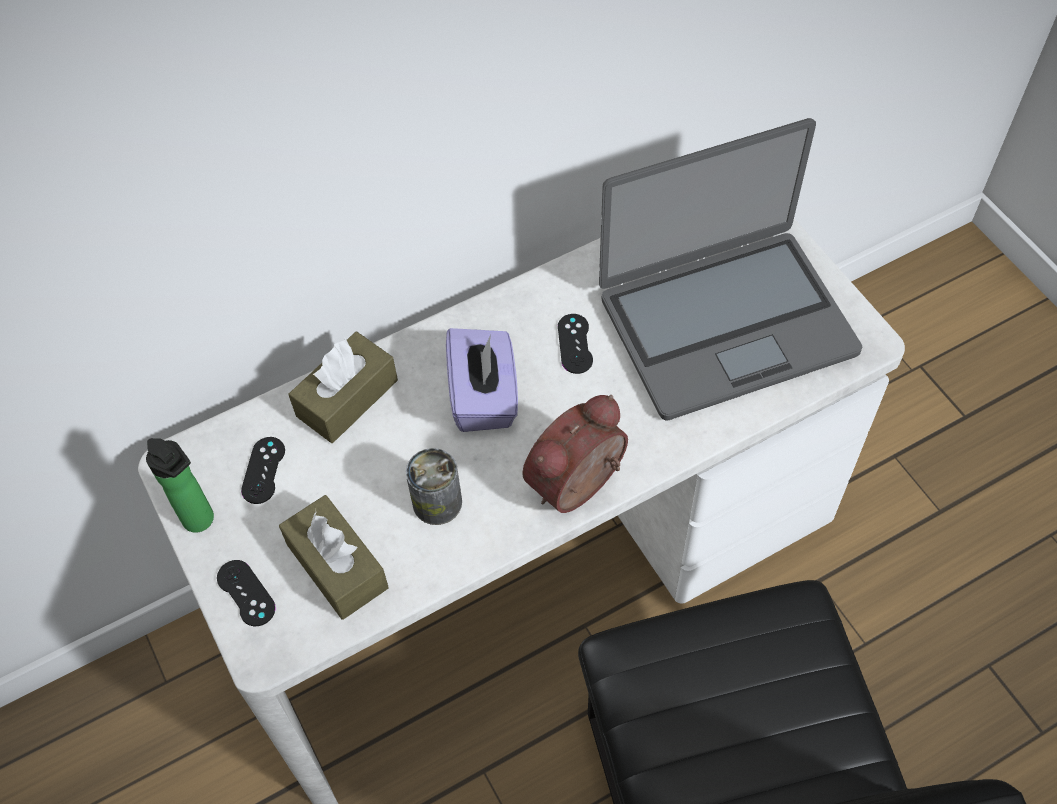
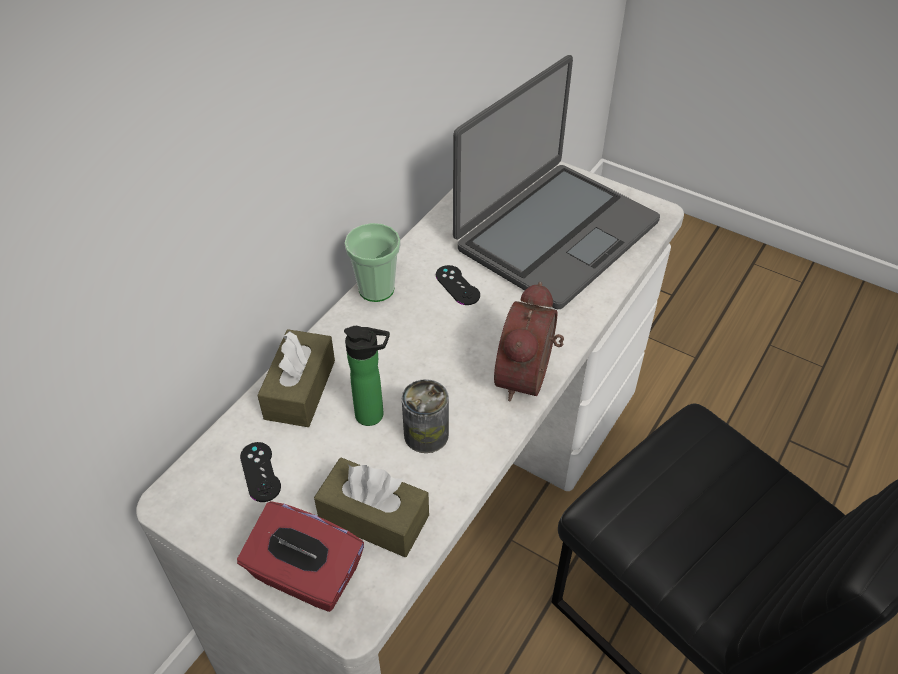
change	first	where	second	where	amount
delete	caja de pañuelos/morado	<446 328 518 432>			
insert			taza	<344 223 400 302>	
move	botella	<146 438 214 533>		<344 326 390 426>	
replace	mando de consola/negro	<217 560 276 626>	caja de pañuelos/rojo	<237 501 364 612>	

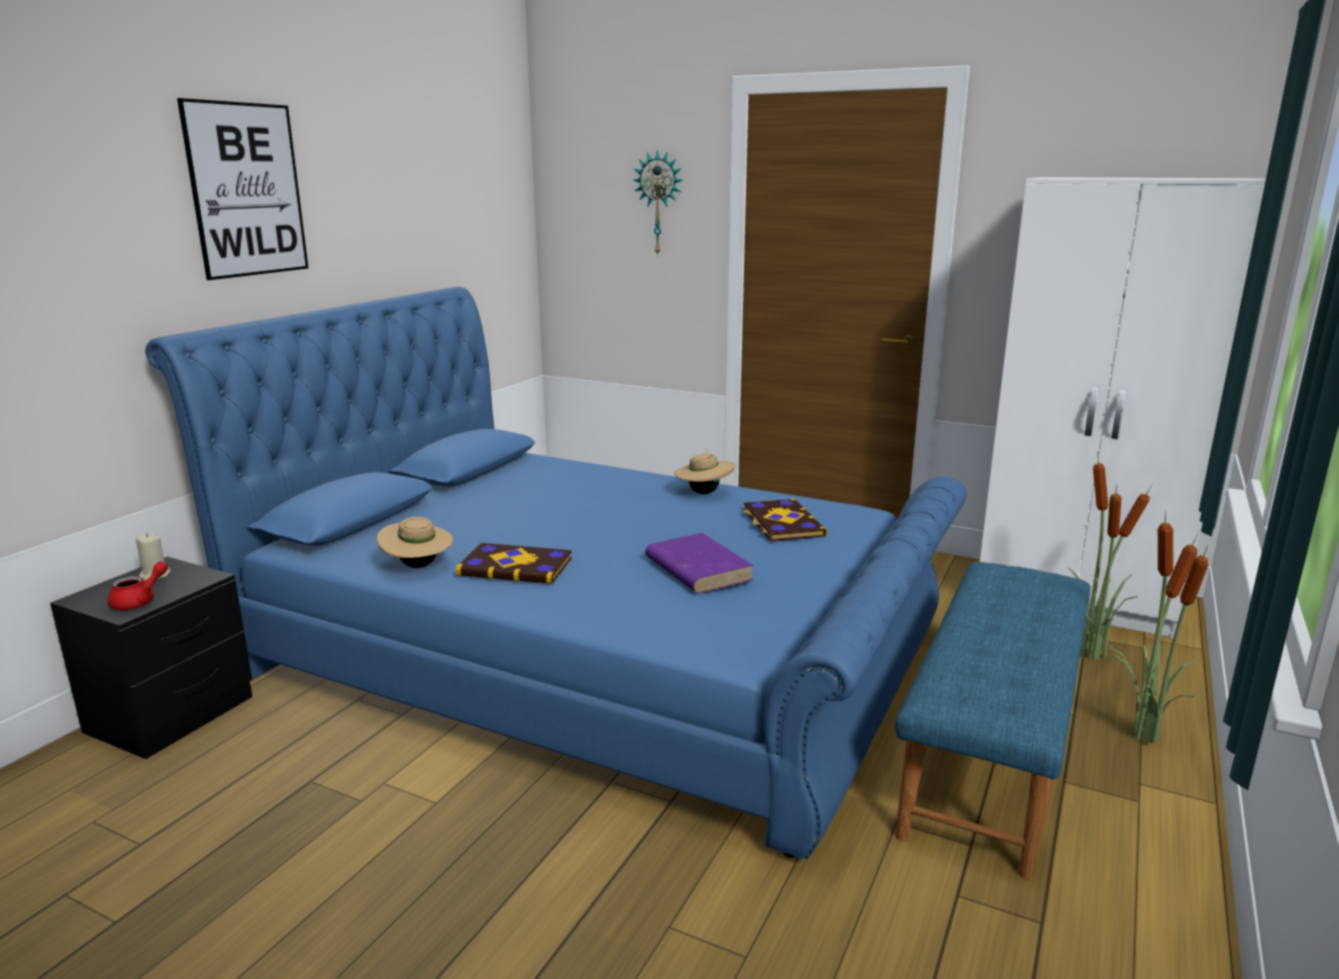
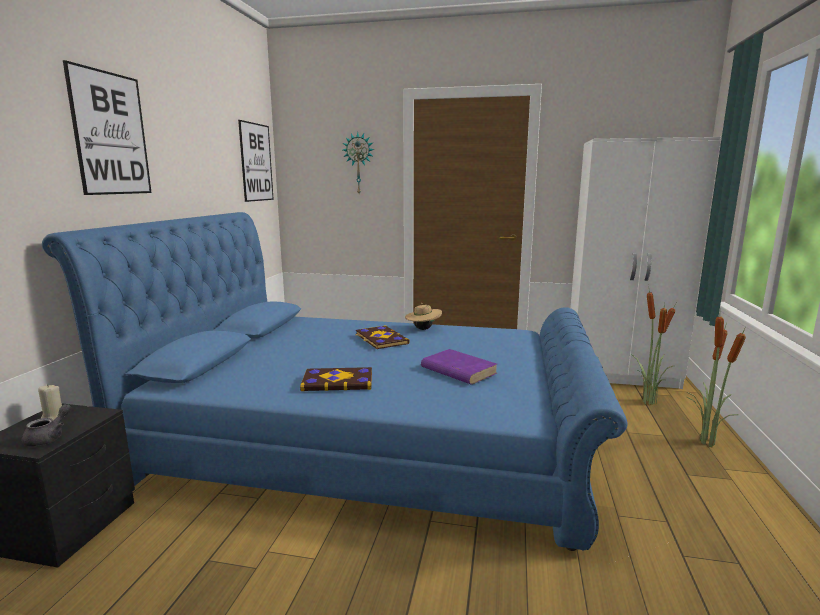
change	first	where	second	where	amount
delete	sombrero/beis	<377 517 453 568>			
delete	banco/azul	<895 562 1091 880>			
insert			cuadro	<238 120 274 202>	
move	libro	<742 498 827 541>		<355 325 410 349>	
recolor	tetera/rojo	<108 561 168 610>	tetera/gris	<22 404 71 446>	

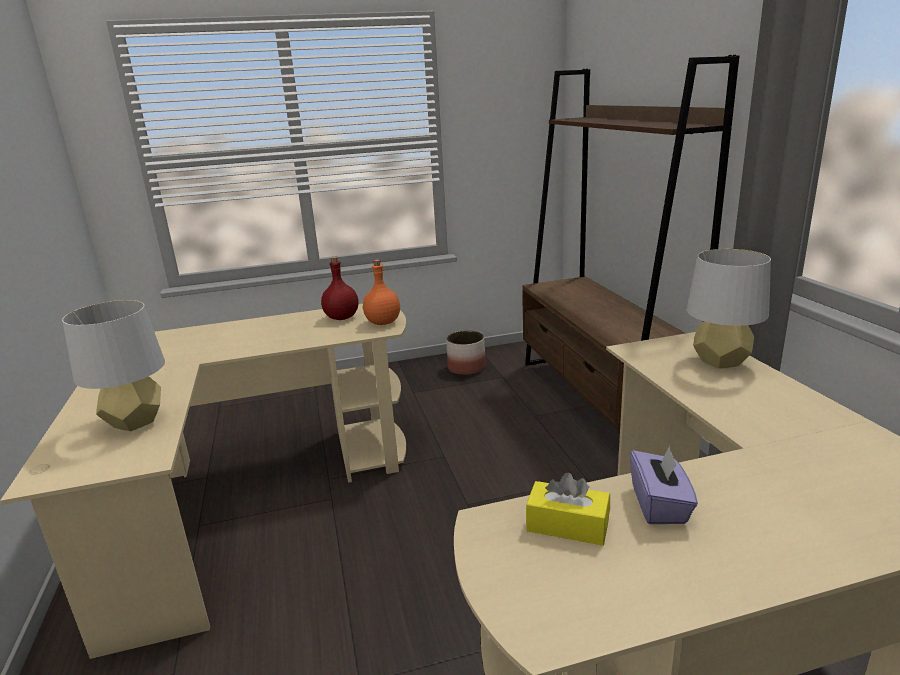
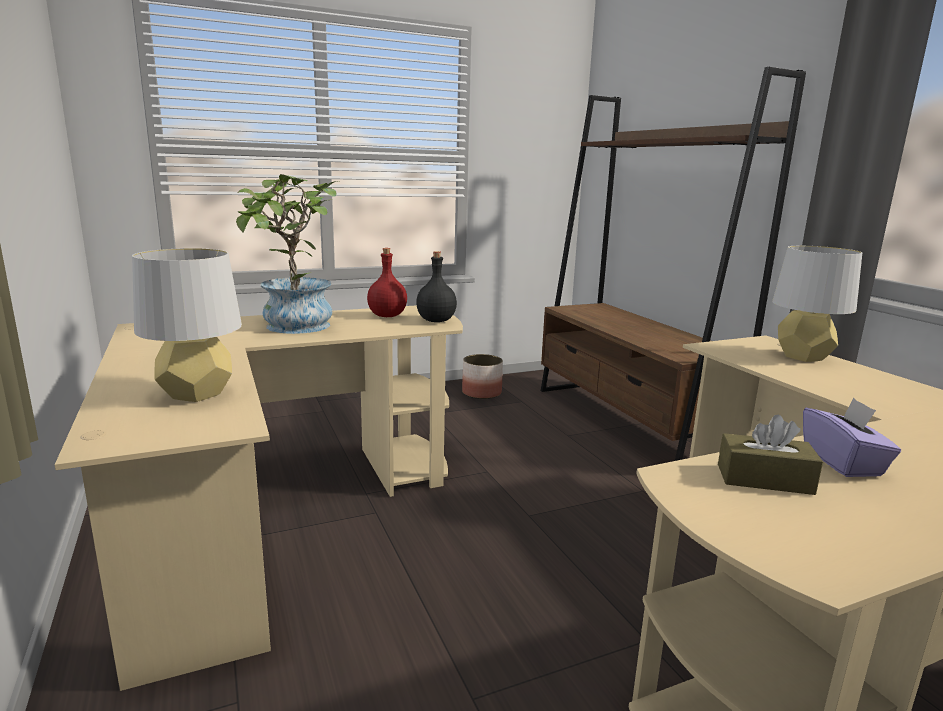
change	first	where	second	where	amount
insert			planta en maceta	<236 174 340 334>	
recolor	botella/naranja	<363 259 400 325>	botella/negro	<416 251 457 322>	
recolor	caja de pañuelos/amarillo	<526 472 610 546>	caja de pañuelos/marrón	<718 415 823 495>	

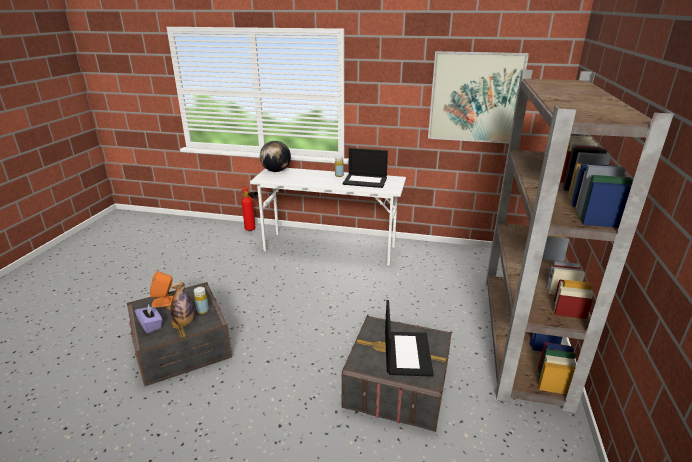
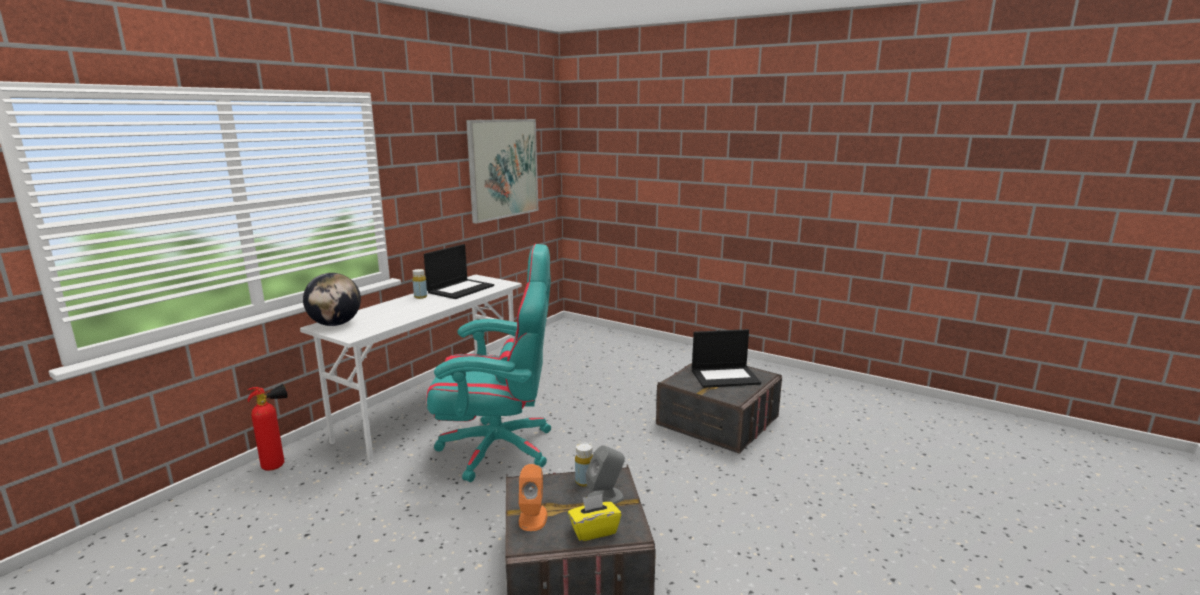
change	first	where	second	where	amount
delete	estantería/marrón	<486 70 674 413>			
insert			silla de oficina/turquesa	<426 244 551 482>	
replace	botella	<171 282 196 326>	altavoz/gris	<586 445 625 504>	
recolor	caja de pañuelos/morado	<135 304 162 334>	caja de pañuelos/amarillo	<568 494 621 541>	
rotate	portátil	<385 300 434 377>		<692 329 761 388>	150 degrees clockwise

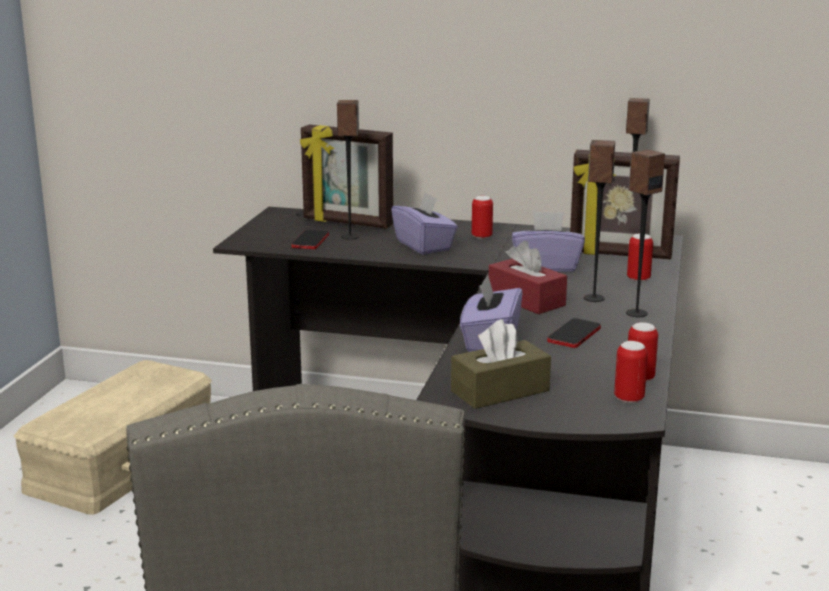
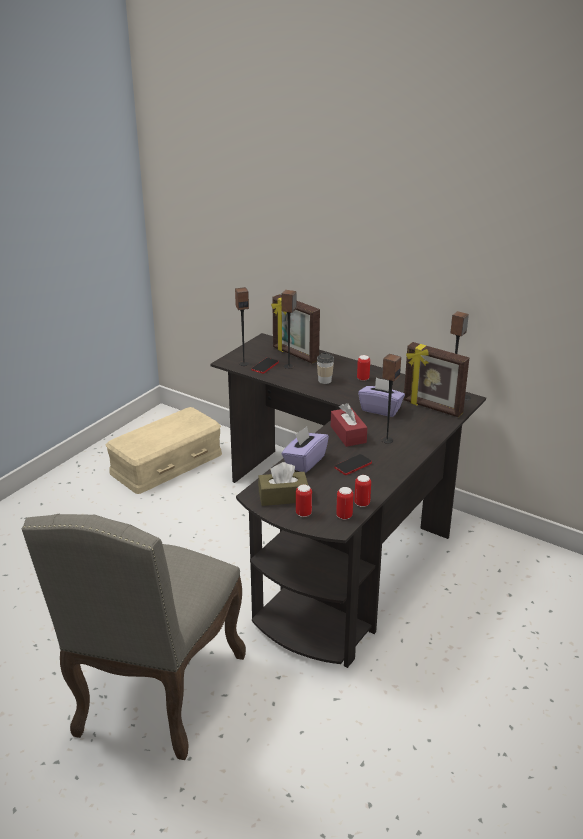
change	first	where	second	where	amount
move	altavoz	<626 149 665 317>		<235 287 249 366>	
move	lata	<627 234 653 282>		<296 485 312 517>	
replace	caja de pañuelos/morado	<391 192 458 255>	taza	<317 353 334 384>	

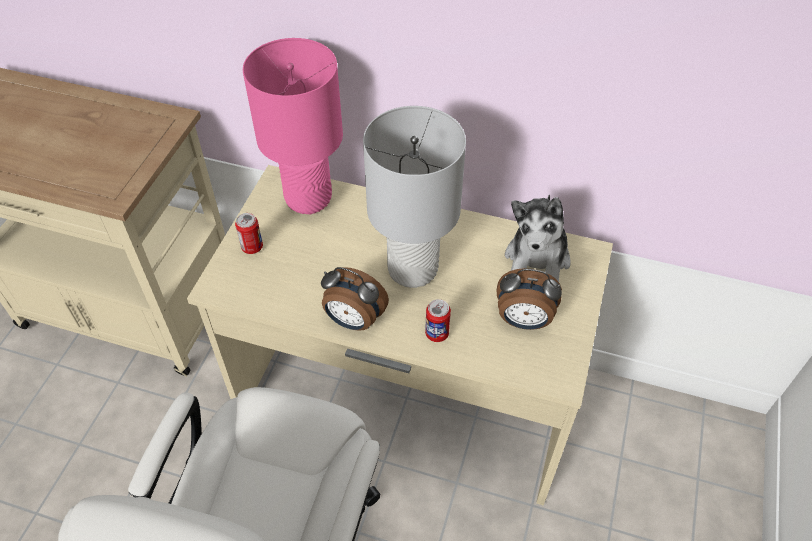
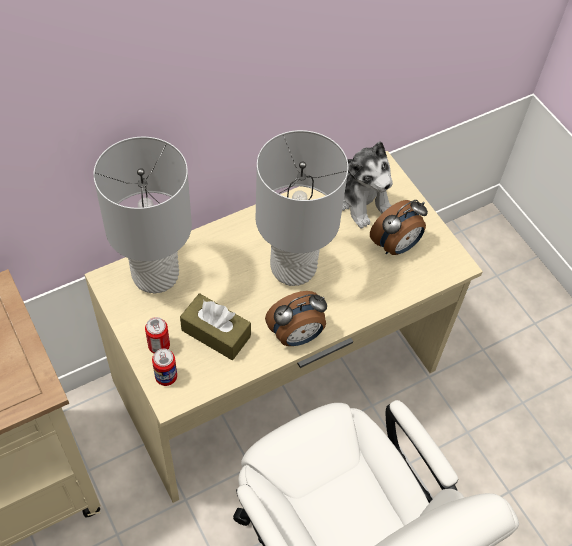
change	first	where	second	where	amount
insert			caja de pañuelos/marrón	<180 293 251 360>	
move	lata	<425 299 451 342>		<152 349 177 386>	
recolor	lámpara de mesa/rosa	<243 38 343 215>	lámpara de mesa/gris	<93 137 192 294>	

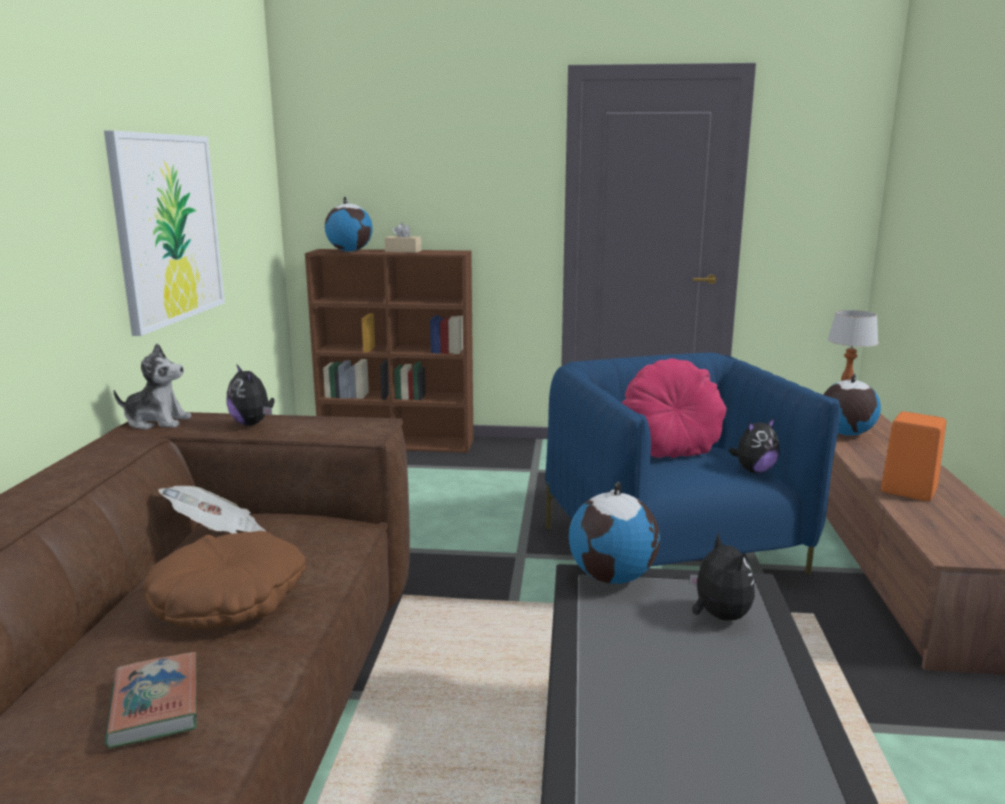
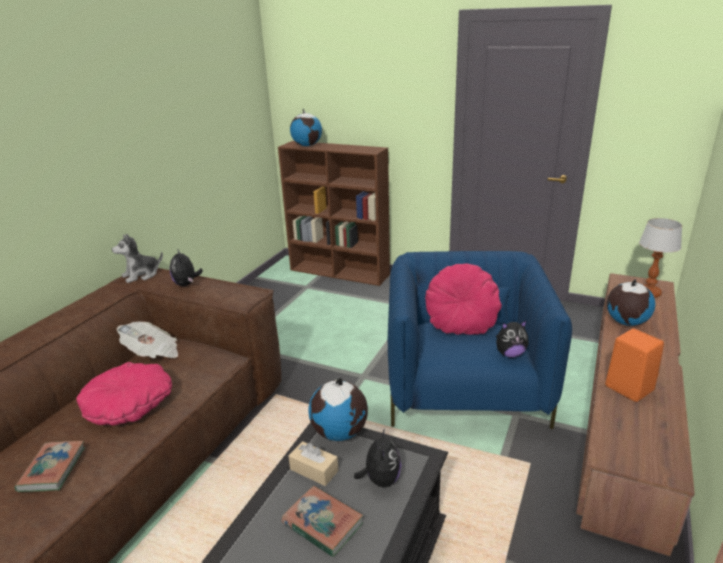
change	first	where	second	where	amount
delete	cuadro	<104 130 225 336>			
insert			libro	<282 486 363 557>	
move	caja de pañuelos/beis	<385 223 421 253>		<288 441 339 486>	
recolor	cojín/marrón	<144 531 306 629>	cojín/rosa	<76 362 172 426>	
rotate	peluche	<113 343 192 429>		<112 234 163 283>	120 degrees clockwise

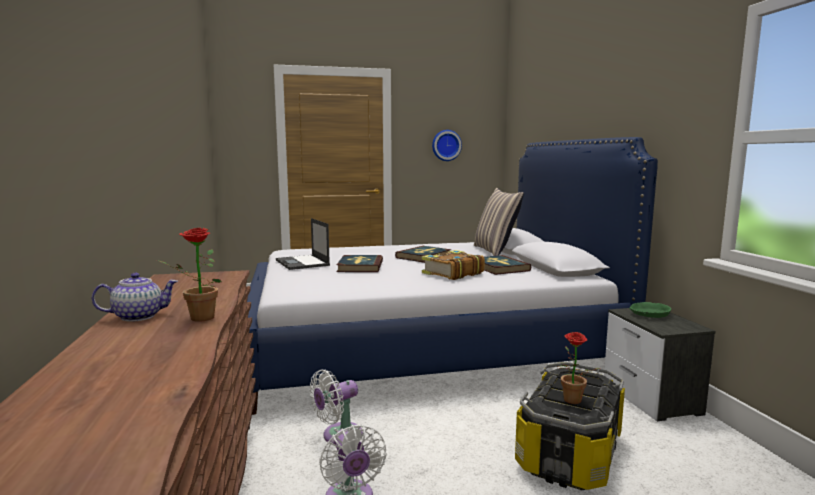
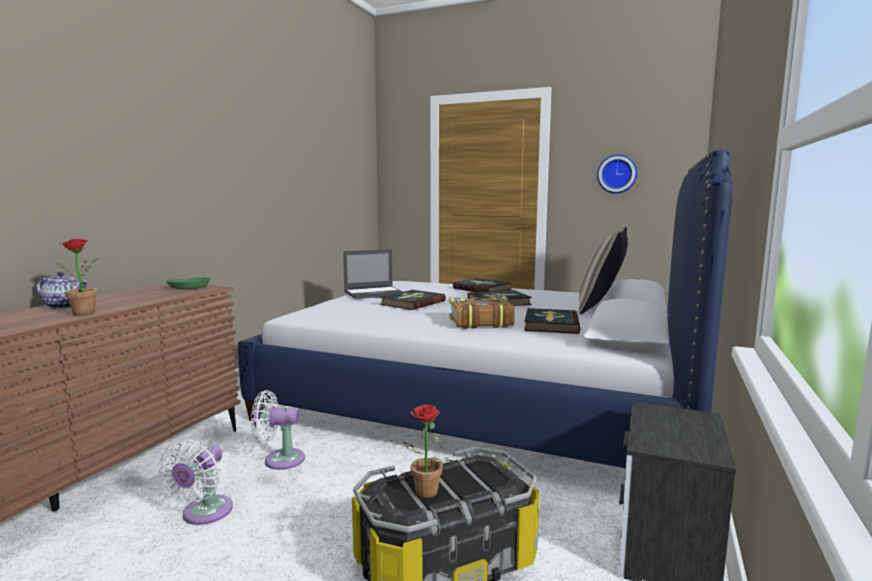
change	first	where	second	where	amount
insert			libro	<453 278 512 292>	
move	cuenco/verde	<629 302 671 318>		<166 277 211 289>	
rotate	portátil	<276 218 330 270>		<343 249 403 299>	120 degrees counterclockwise

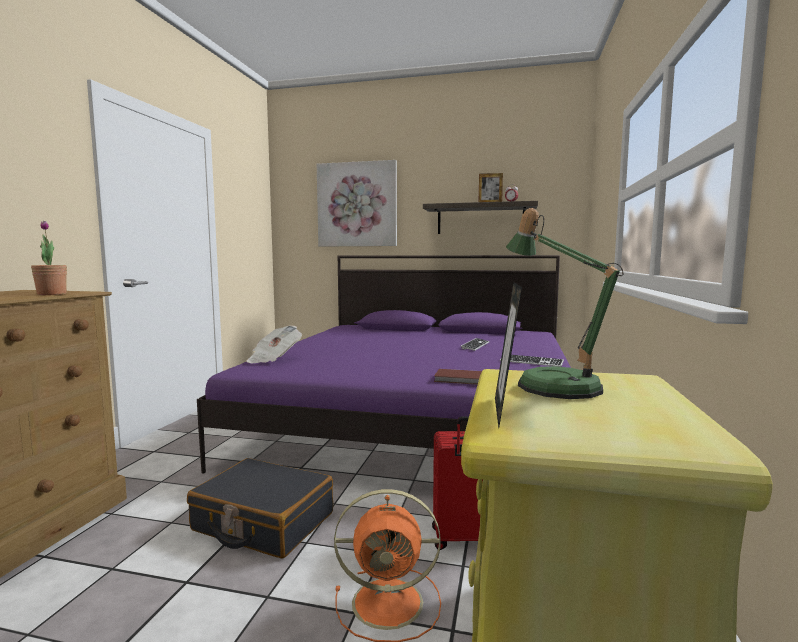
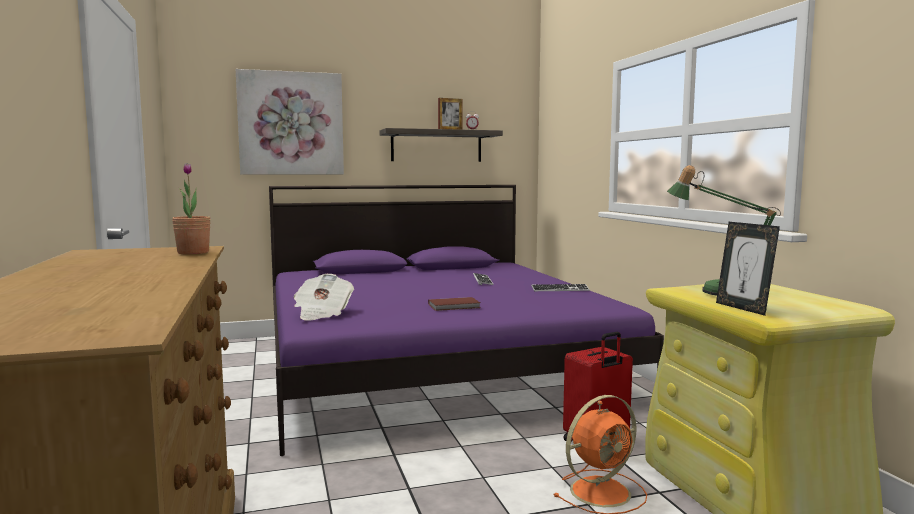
change	first	where	second	where	amount
delete	maleta/negro	<187 458 333 559>			
move	libro/marrón	<434 369 482 385>		<428 297 480 311>	

